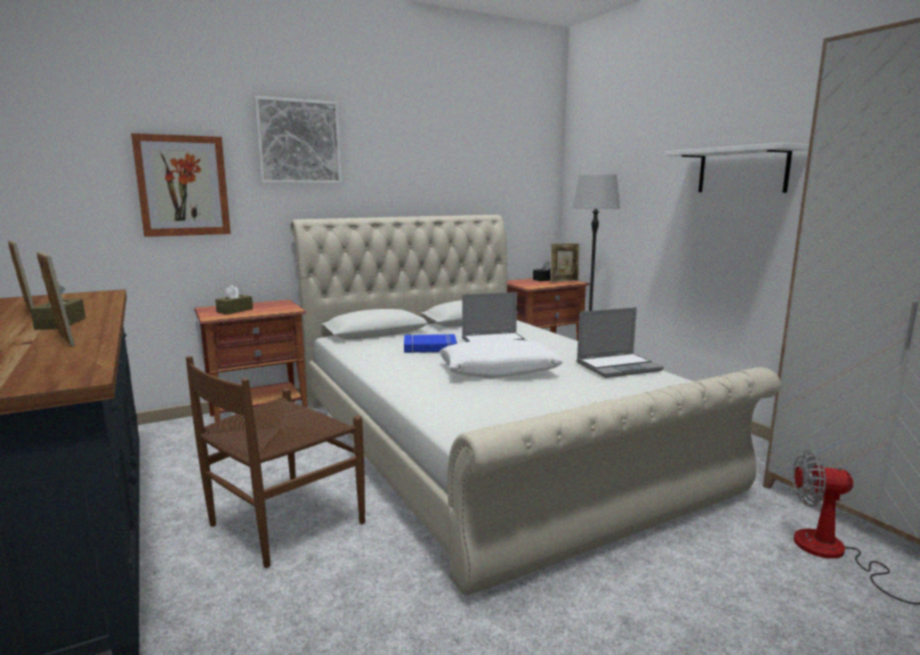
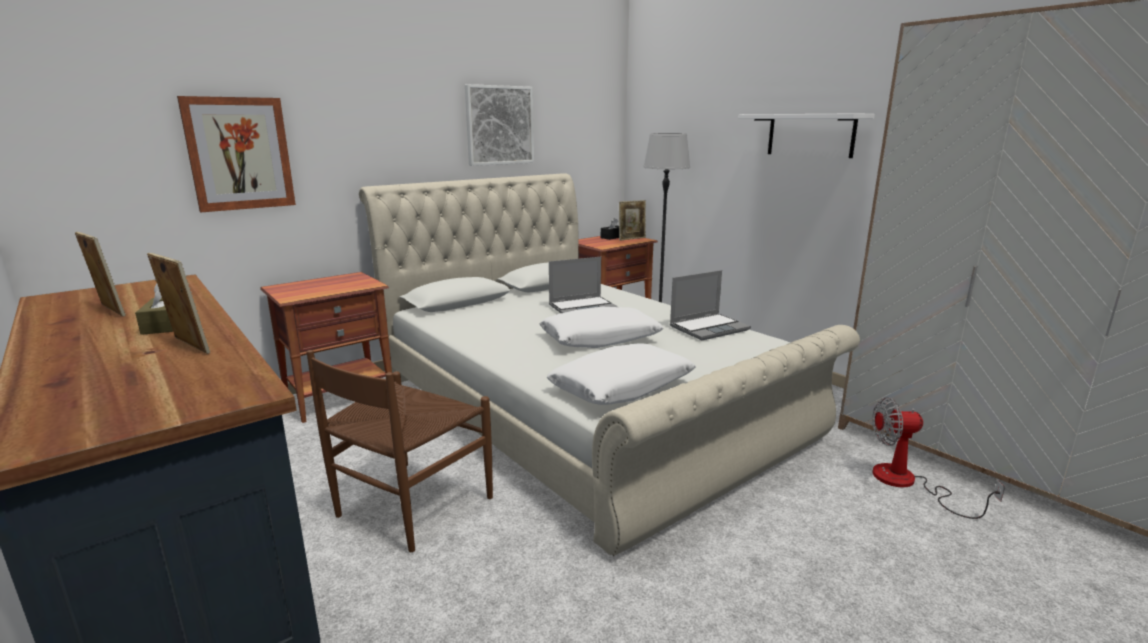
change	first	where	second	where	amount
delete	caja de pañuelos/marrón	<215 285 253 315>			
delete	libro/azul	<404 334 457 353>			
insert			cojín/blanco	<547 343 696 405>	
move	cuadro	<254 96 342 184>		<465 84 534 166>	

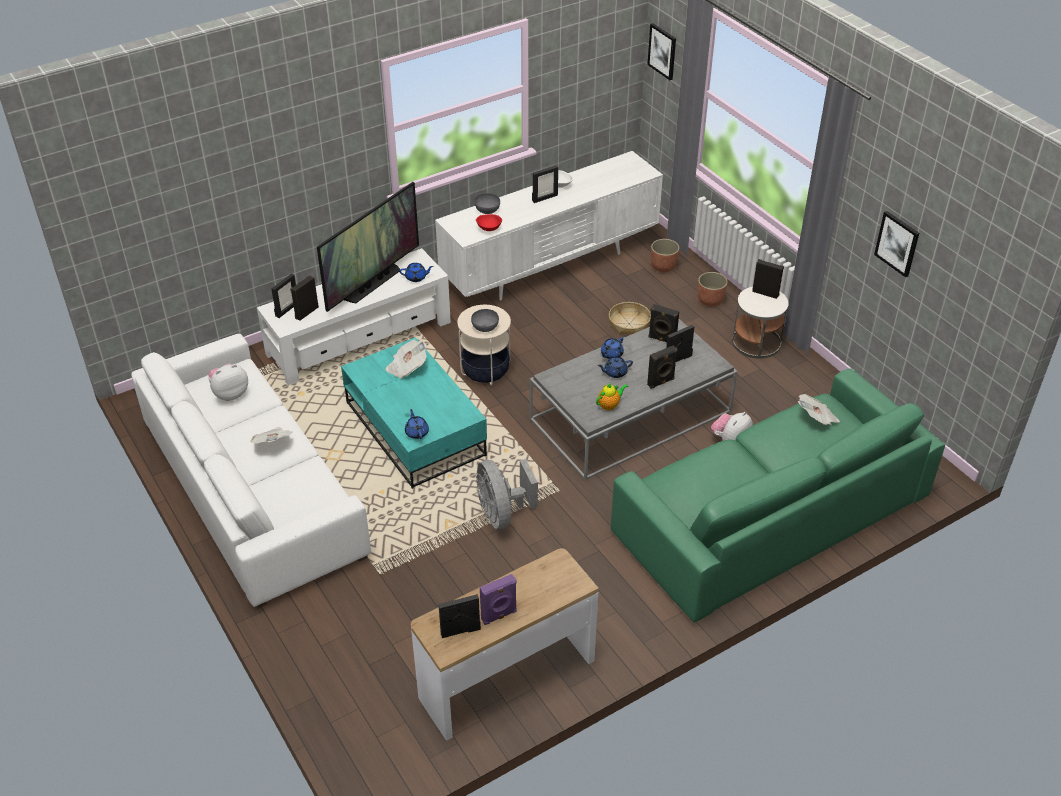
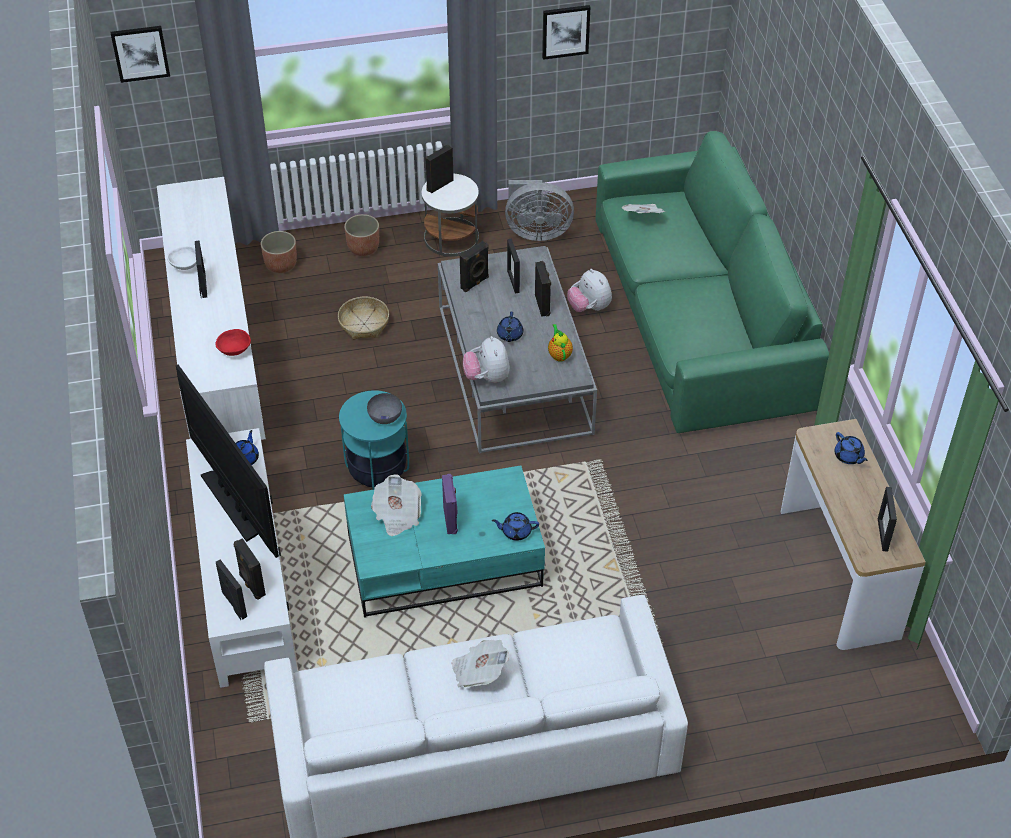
change	first	where	second	where	amount
delete	cuenco/gris	<475 194 500 214>			
move	peluche	<208 364 248 401>		<463 336 510 383>	
move	ventilador/gris	<476 459 538 529>		<505 180 574 241>	
move	altavoz/morado	<480 574 517 625>		<442 474 458 534>	
move	tetera/azul	<601 337 624 359>		<834 432 868 464>	
recolor	mesa auxiliar/beis	<457 305 511 386>	mesa auxiliar/turquesa	<339 390 409 490>	

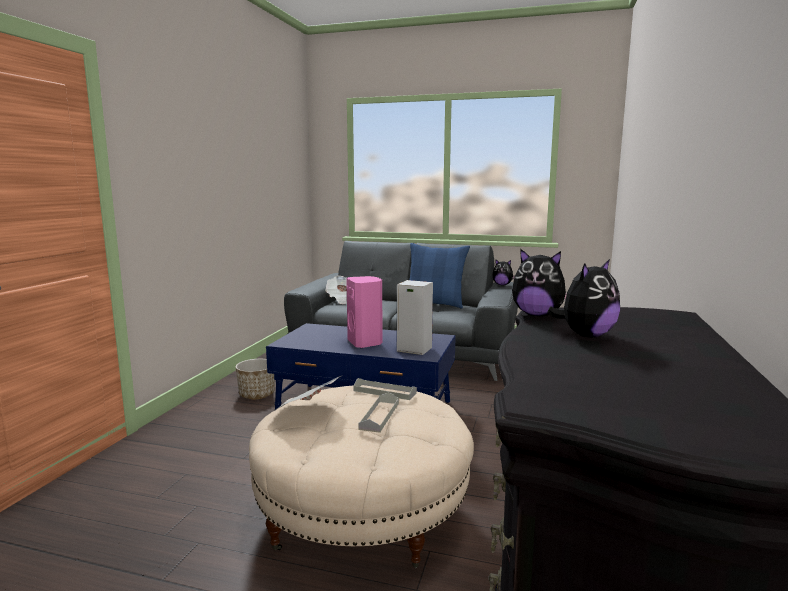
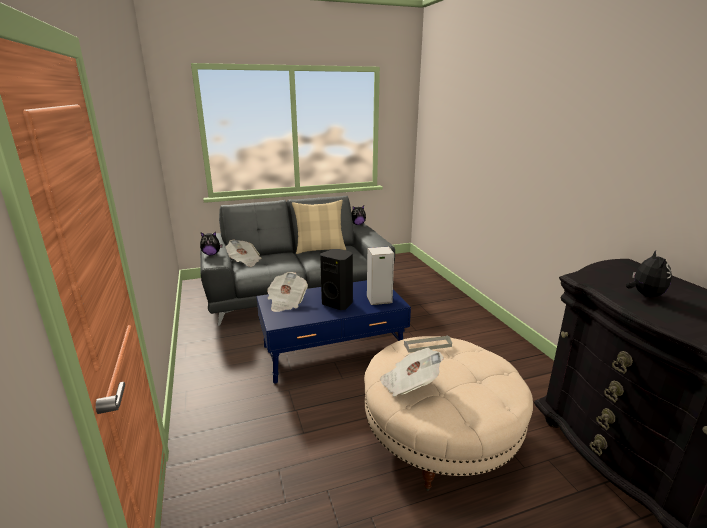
change	first	where	second	where	amount
delete	maceta	<235 359 275 399>			
delete	bandeja/gris	<359 392 399 433>			
insert			periódico	<267 272 308 312>	
move	peluche	<512 249 567 316>		<200 232 223 255>	
recolor	altavoz/rosa	<346 276 383 348>	altavoz/negro	<320 249 353 310>	
recolor	cojín/azul	<409 243 470 308>	cojín/beis	<292 200 346 254>	

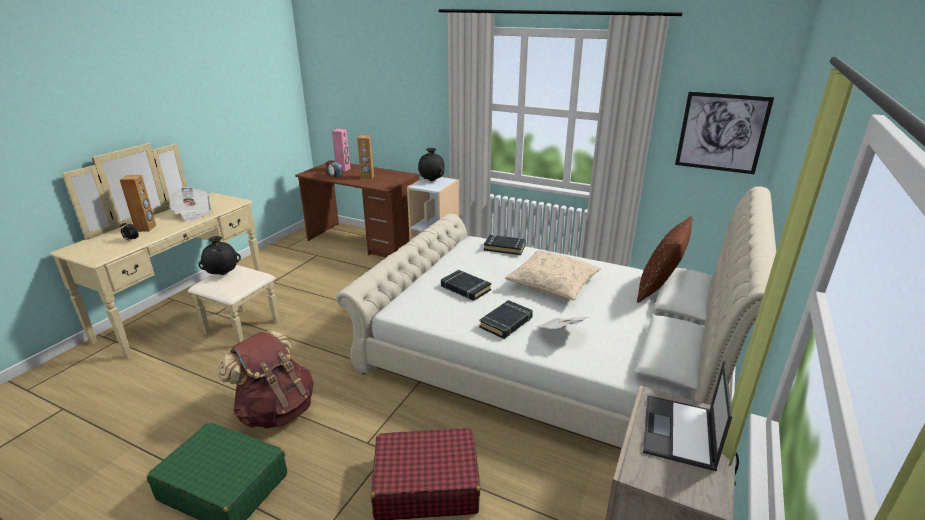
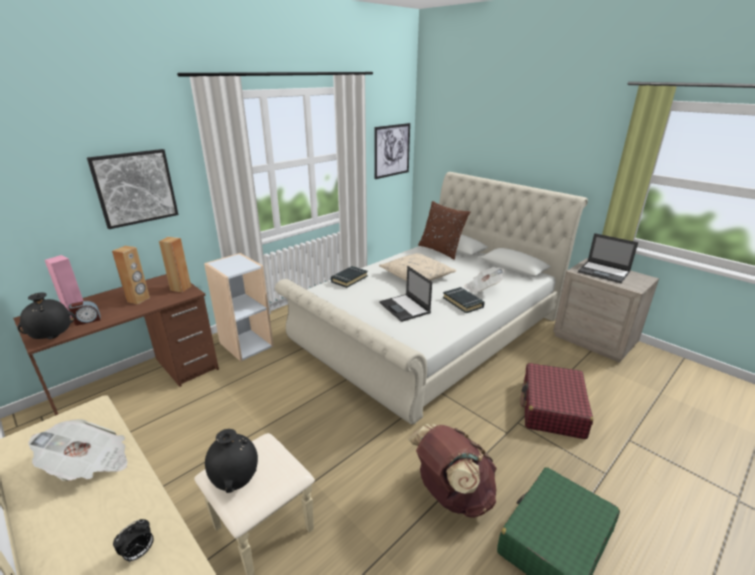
change	first	where	second	where	amount
insert			cuadro	<87 149 178 229>	
move	altavoz/marrón	<120 175 156 232>		<159 237 191 292>	
move	florero/negro	<418 148 445 181>		<18 293 75 339>	
replace	libro/negro	<441 270 491 301>	portátil	<379 266 432 322>	

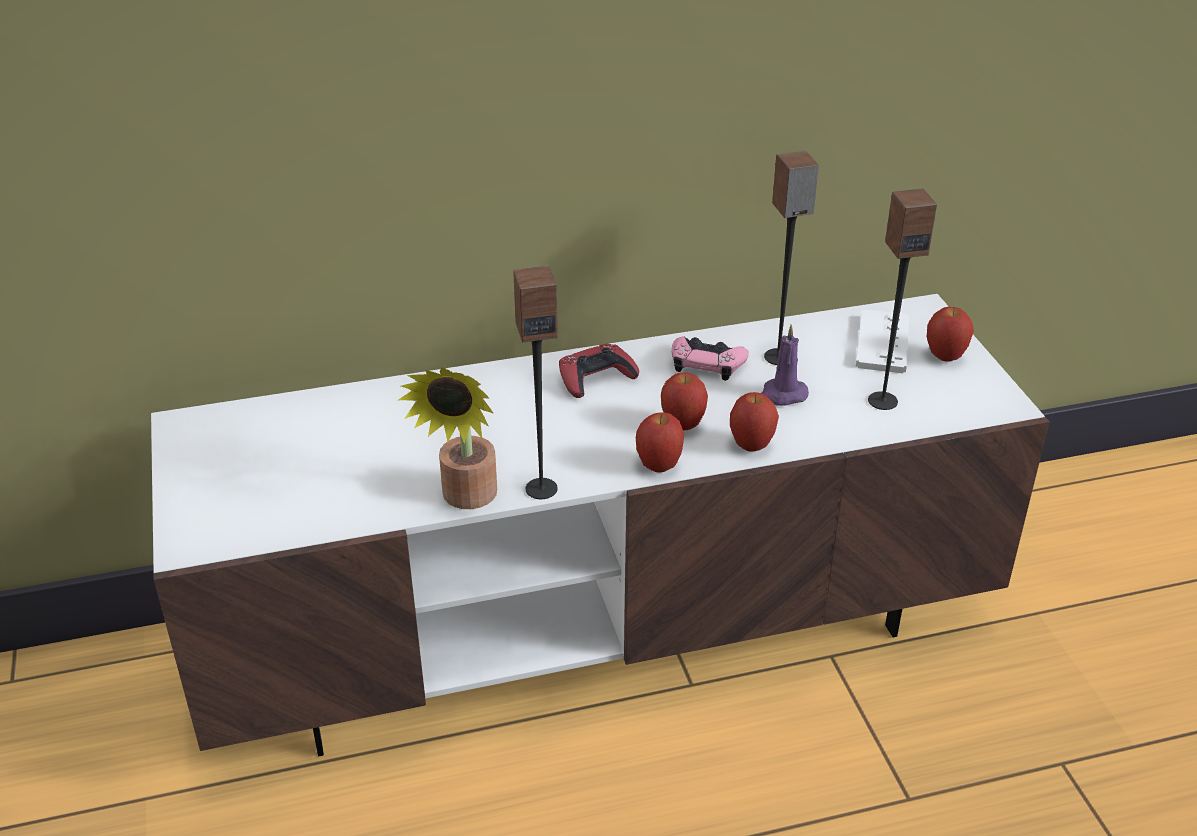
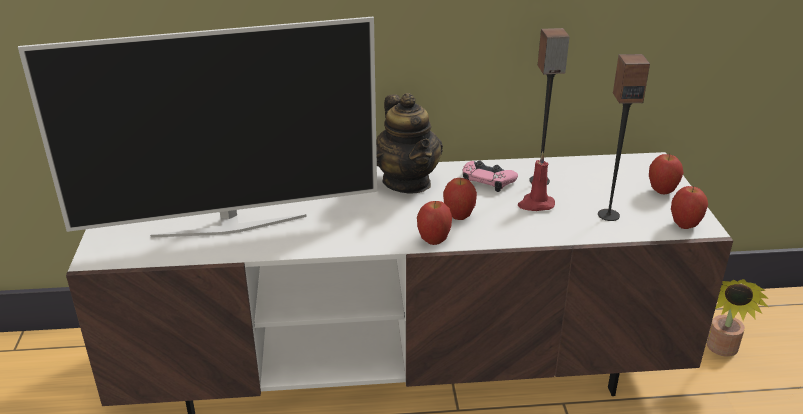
change	first	where	second	where	amount
delete	altavoz	<513 265 558 499>			
delete	mando de consola/blanco	<856 309 910 373>			
insert			televisor	<18 17 377 238>	
move	planta en maceta	<397 368 497 509>		<706 279 769 357>	
move	manzana	<730 392 779 452>		<671 186 708 229>	
replace	mando de consola/rojo	<559 344 639 398>	tetera	<376 93 443 194>	
recolor	vela/morado	<762 324 809 406>	vela/rojo	<518 151 555 211>	

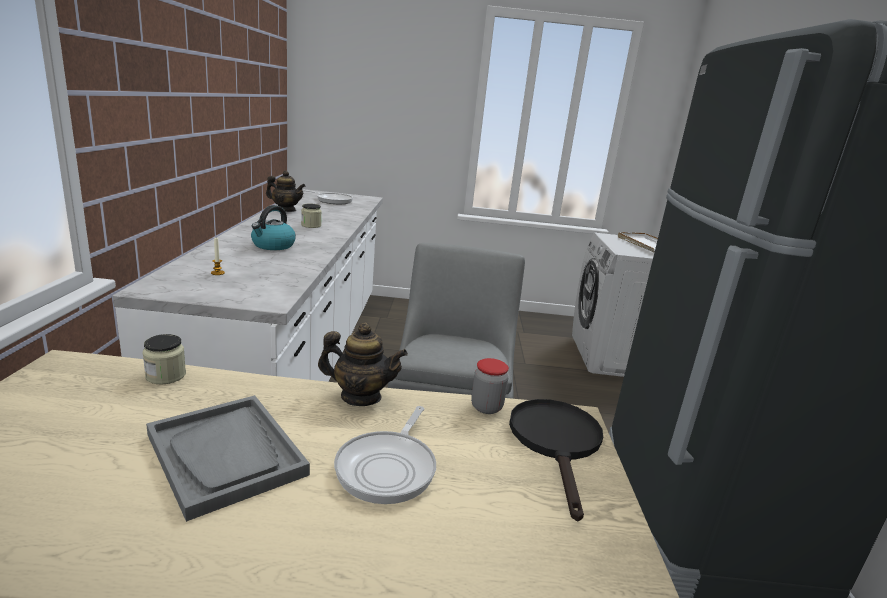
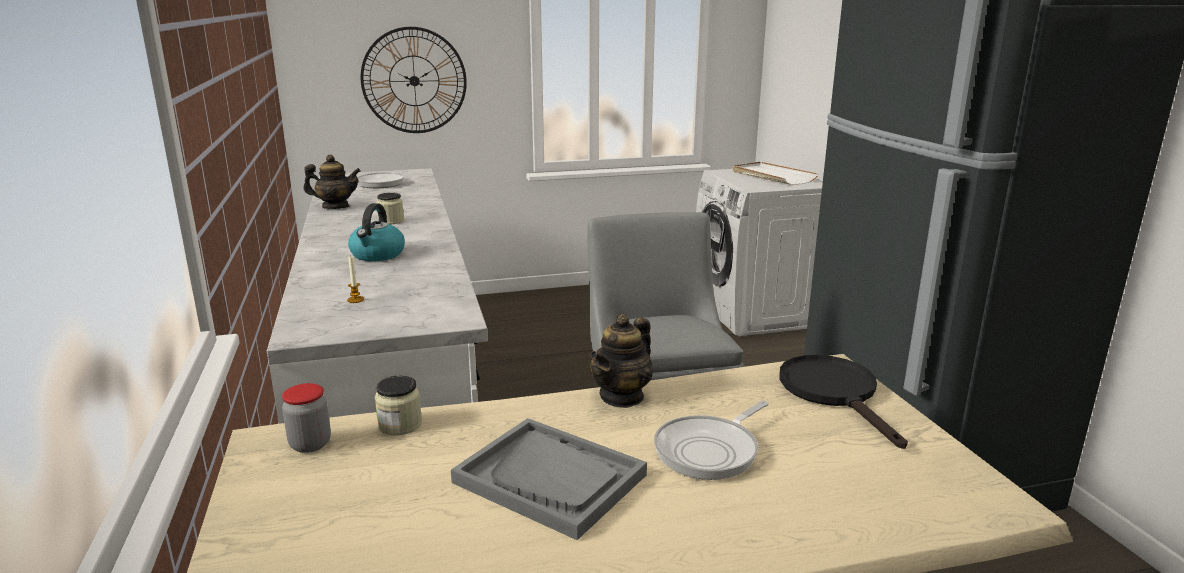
change	first	where	second	where	amount
insert			reloj de pared	<360 27 467 133>	
move	tarro	<471 358 509 414>		<282 383 331 453>	
rotate	tetera	<318 323 408 406>		<590 314 653 408>	135 degrees clockwise
rotate	sartén	<334 406 436 504>		<654 401 769 480>	45 degrees clockwise

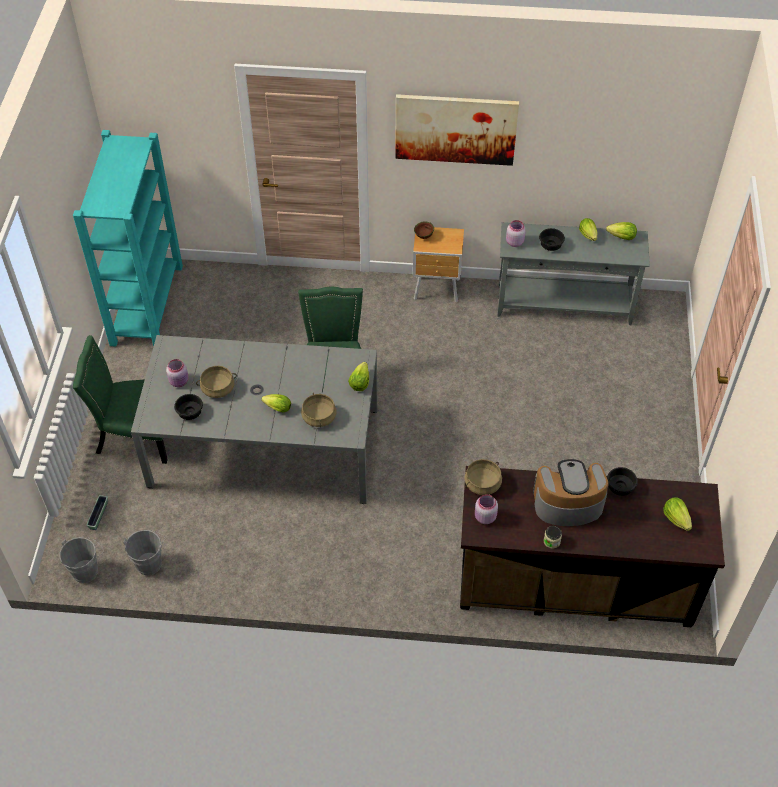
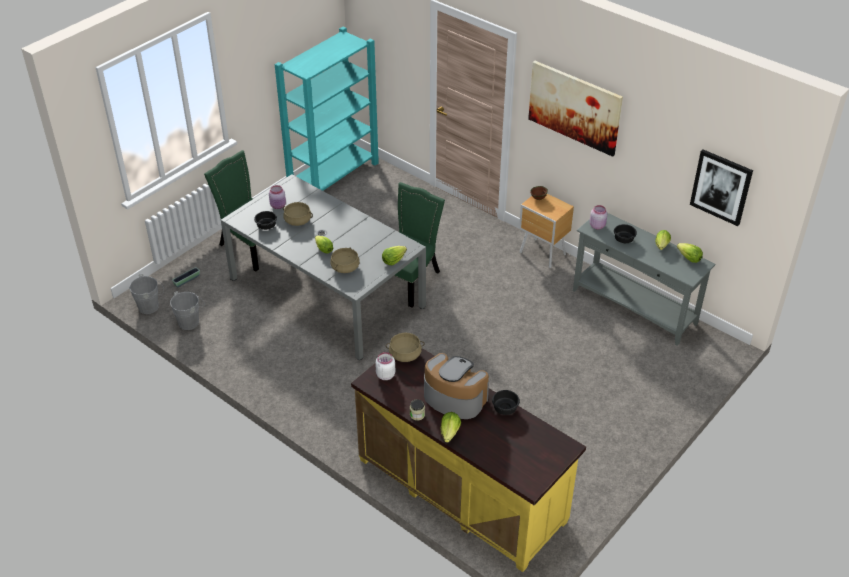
change	first	where	second	where	amount
insert			cuadro	<690 149 753 226>	
move	lechuga	<663 498 692 531>		<441 412 461 443>	
recolor	armario/negro	<460 466 725 627>	armario/amarillo	<351 348 586 572>	
recolor	tarro/rosa	<475 494 498 524>	tarro/blanco	<375 352 395 380>	

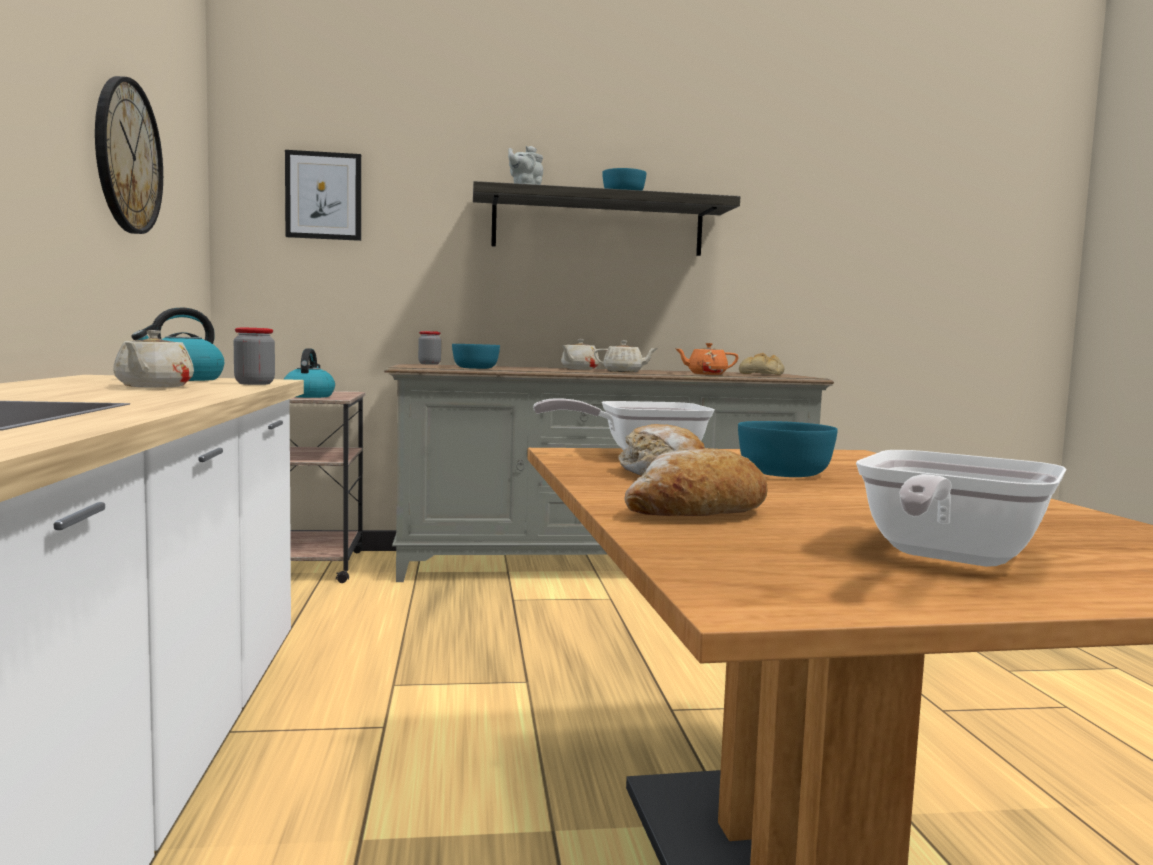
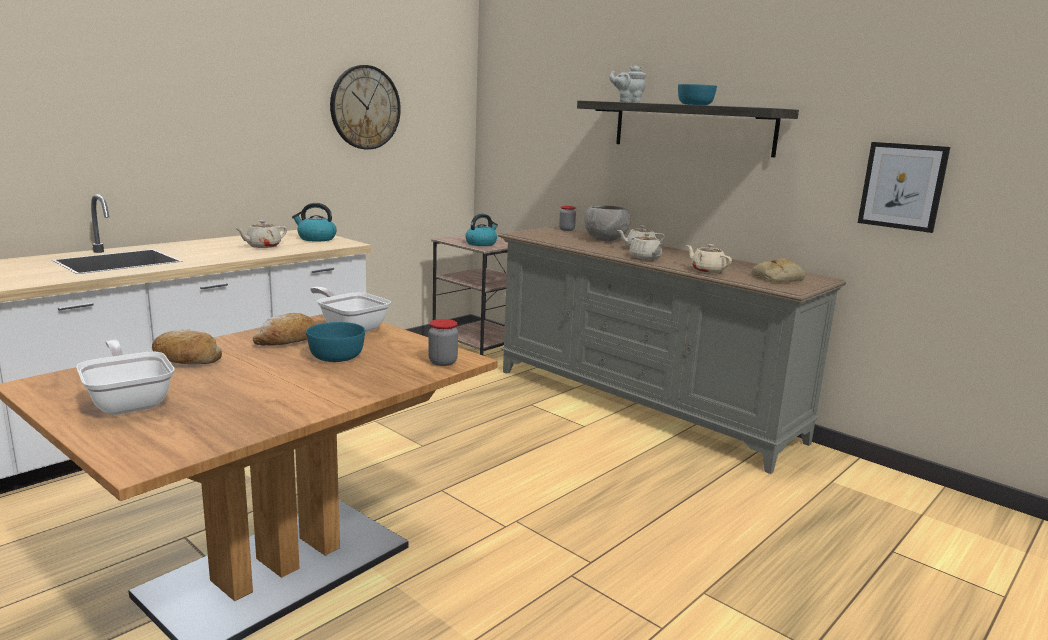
change	first	where	second	where	amount
delete	cuenco/turquesa	<452 344 500 369>			
insert			cuenco/gris	<584 206 631 241>	
move	tarro	<234 327 275 385>		<428 319 458 366>	
move	cuadro	<285 150 361 241>		<858 142 950 233>	
recolor	tetera/naranja	<676 343 739 375>	tetera/beis	<686 244 732 273>	
rotate	sartén	<856 450 1067 567>		<76 339 174 415>	60 degrees clockwise

